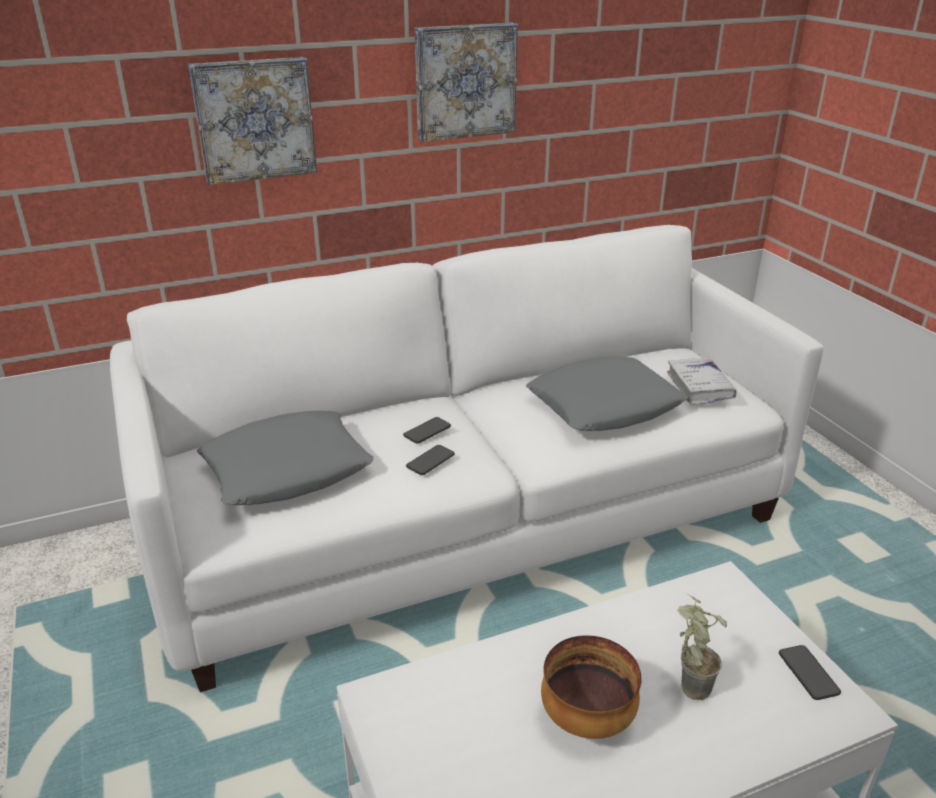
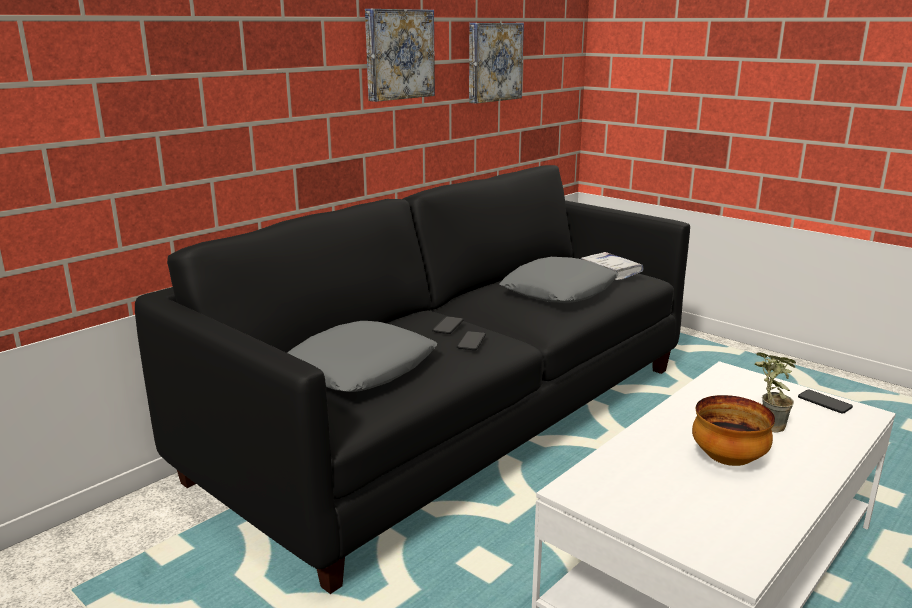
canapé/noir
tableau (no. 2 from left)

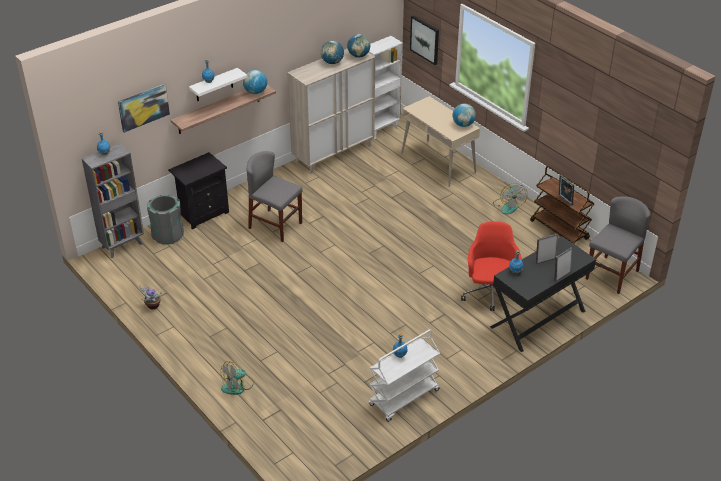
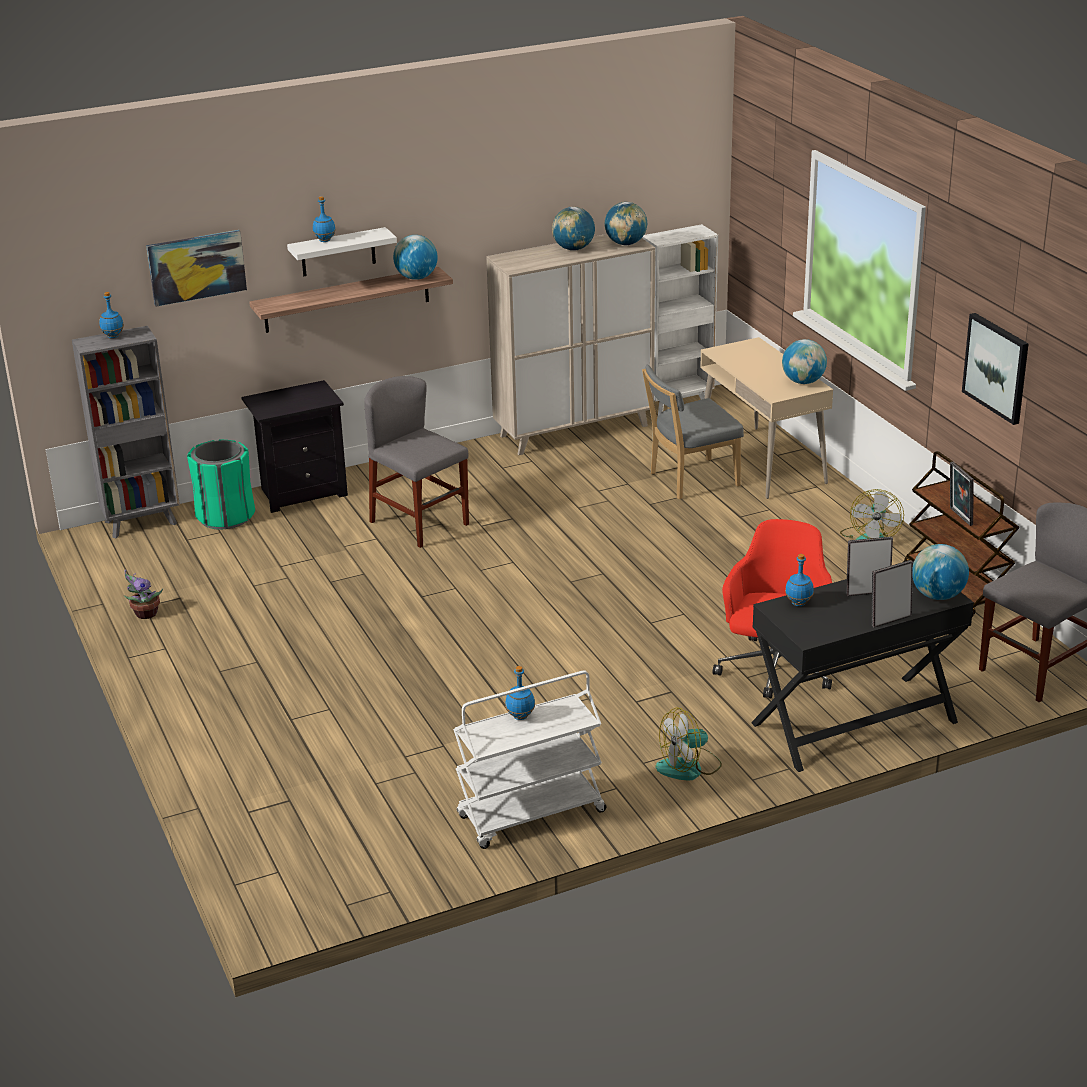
poubelle/vert
ventilateur (no. 1 from left)
tableau (no. 2 from left)
chaise/gris (no. 2 from left)
globe (no. 5 from left)

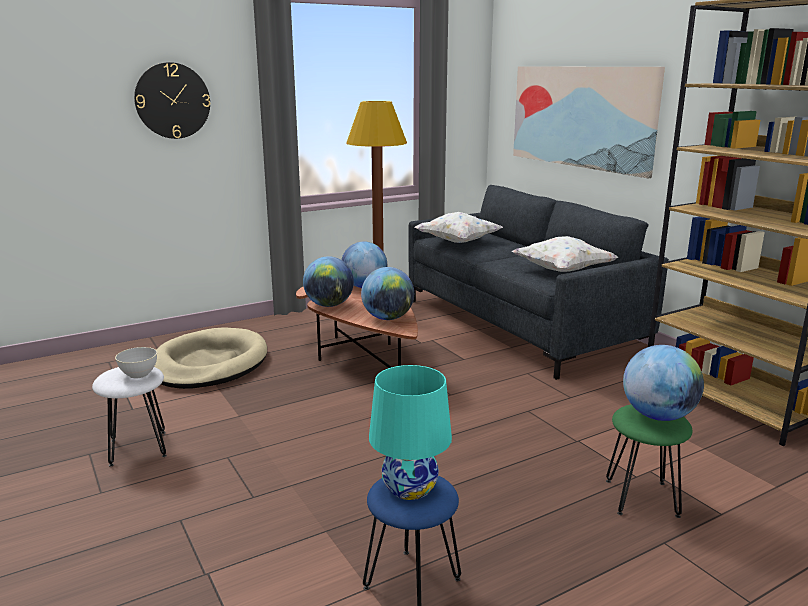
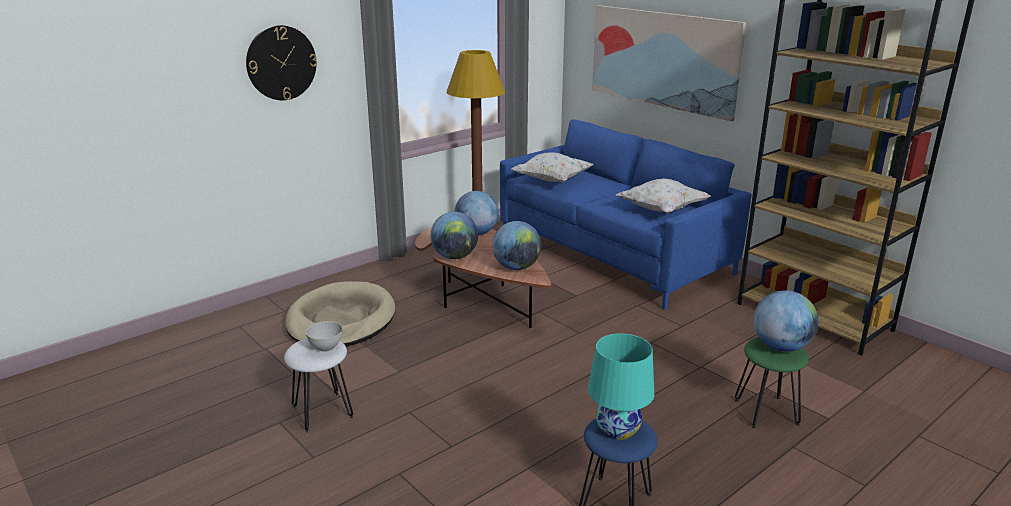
canapé/bleu

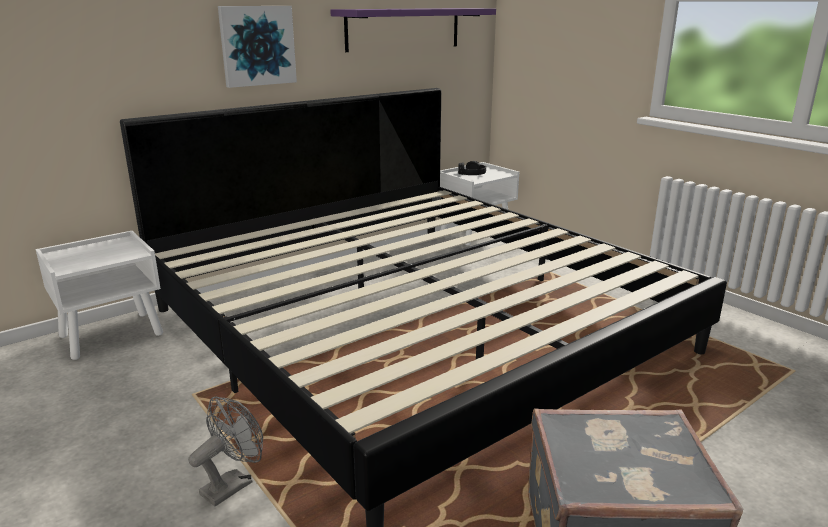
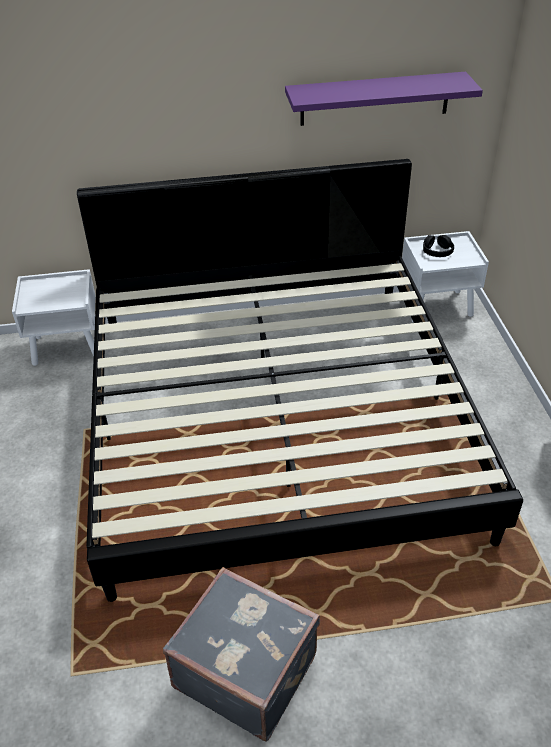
ventilateur/gris
tableau

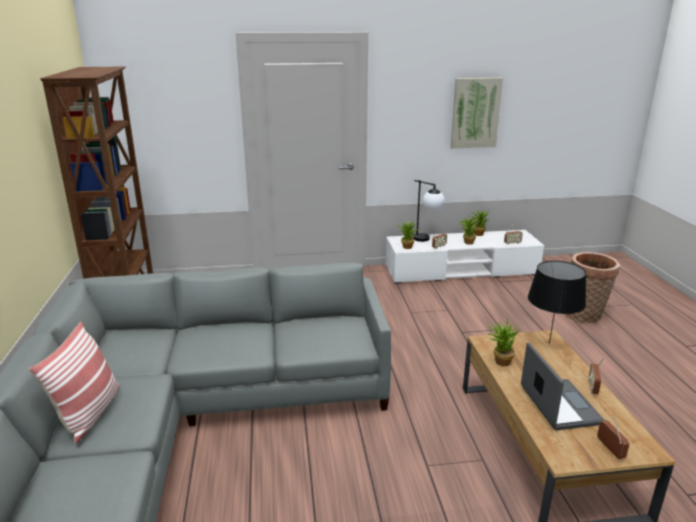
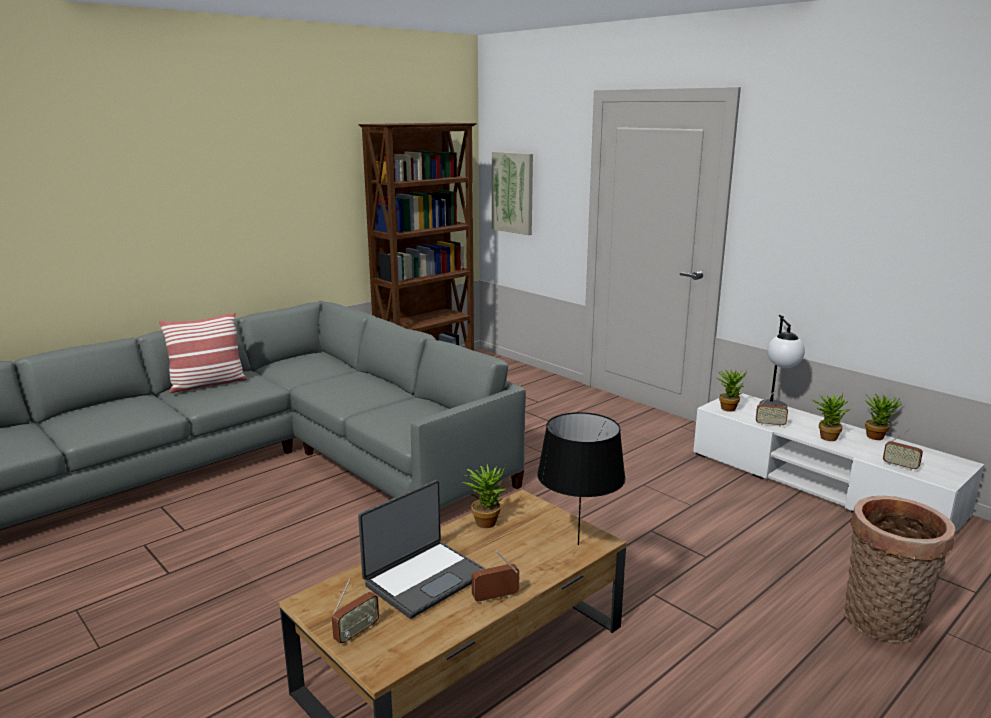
tableau

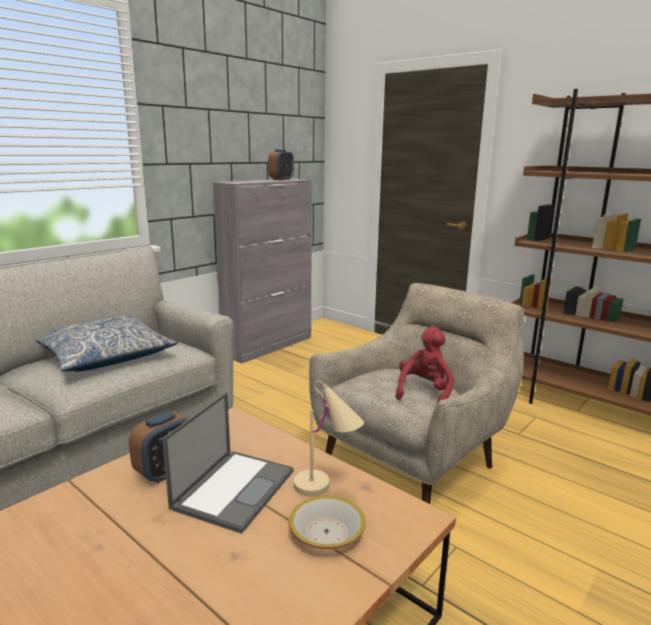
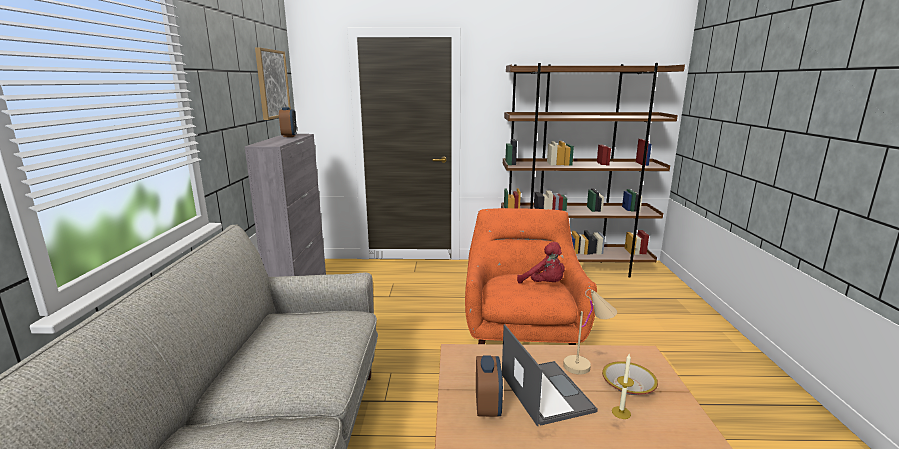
coussin
fauteuil/orange
peluche/rouge
tableau
bougie

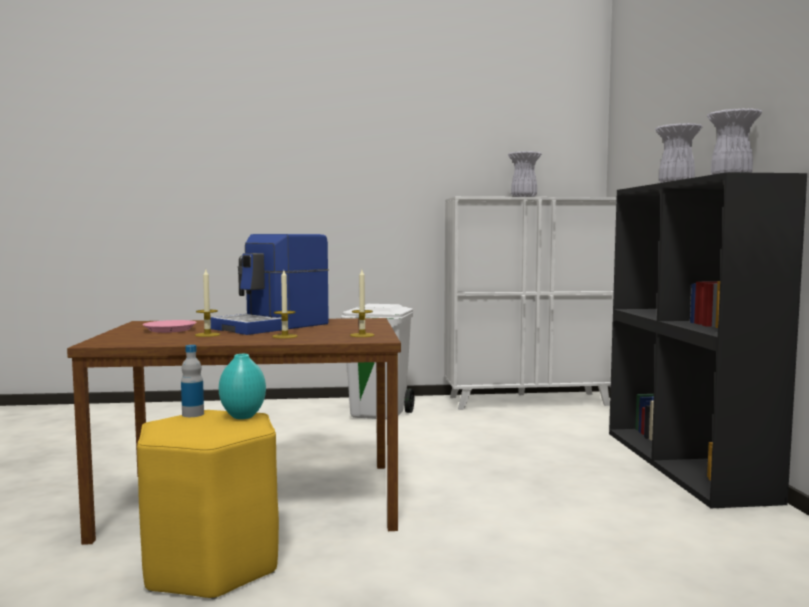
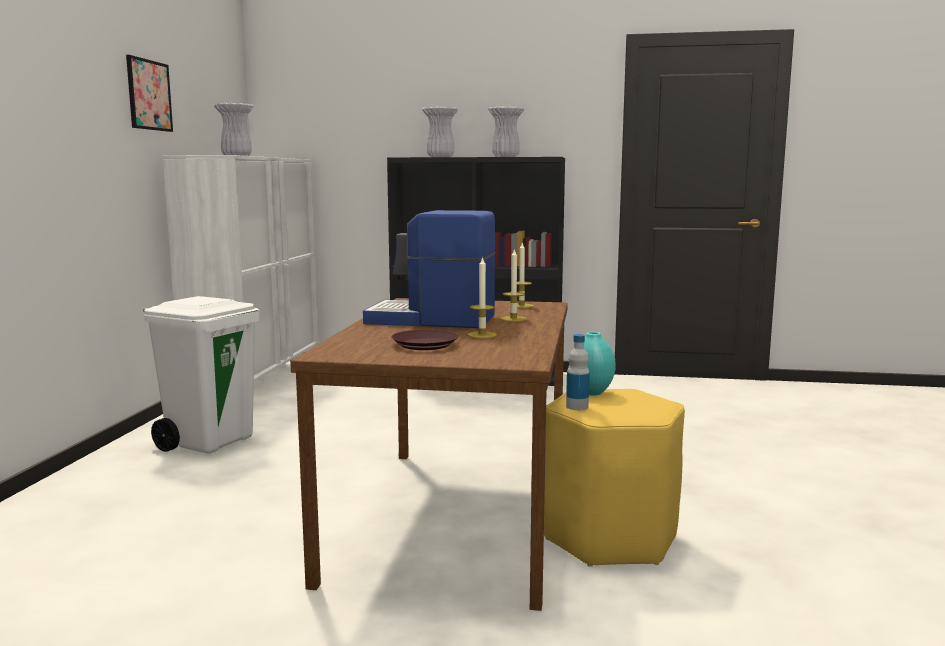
assiette/marron
machine à café
tableau

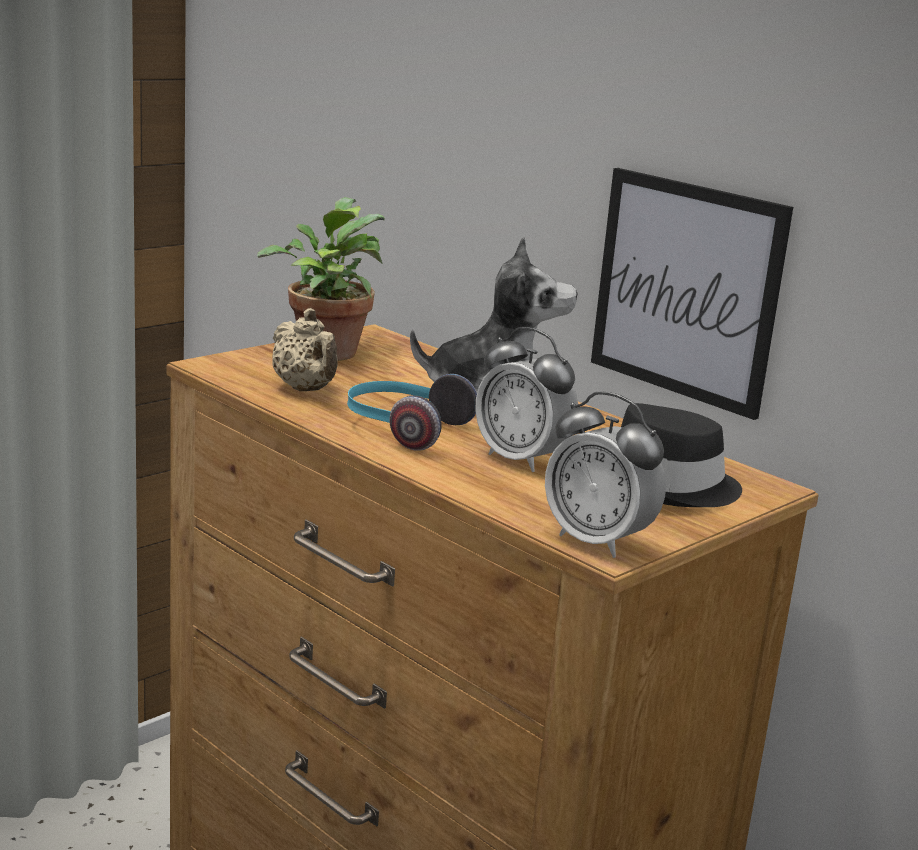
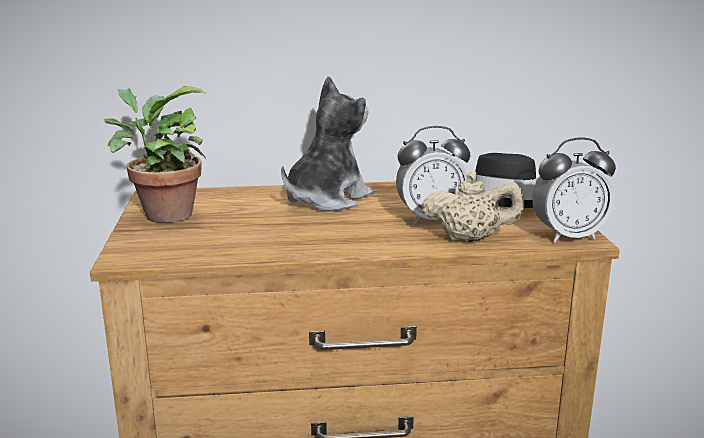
théière/beige
casque audio
tableau

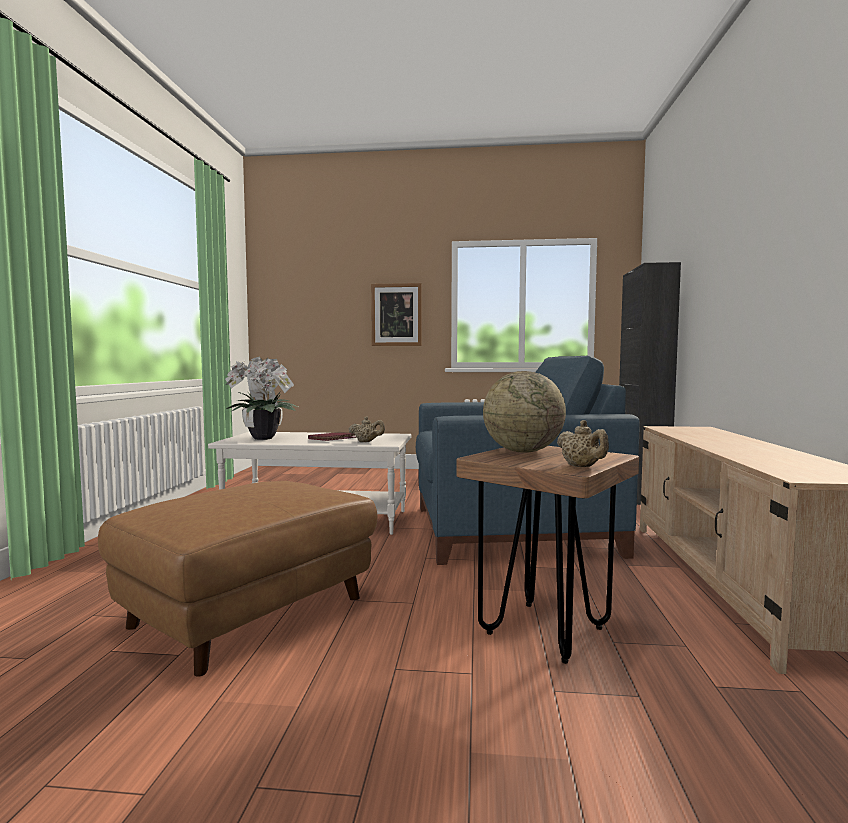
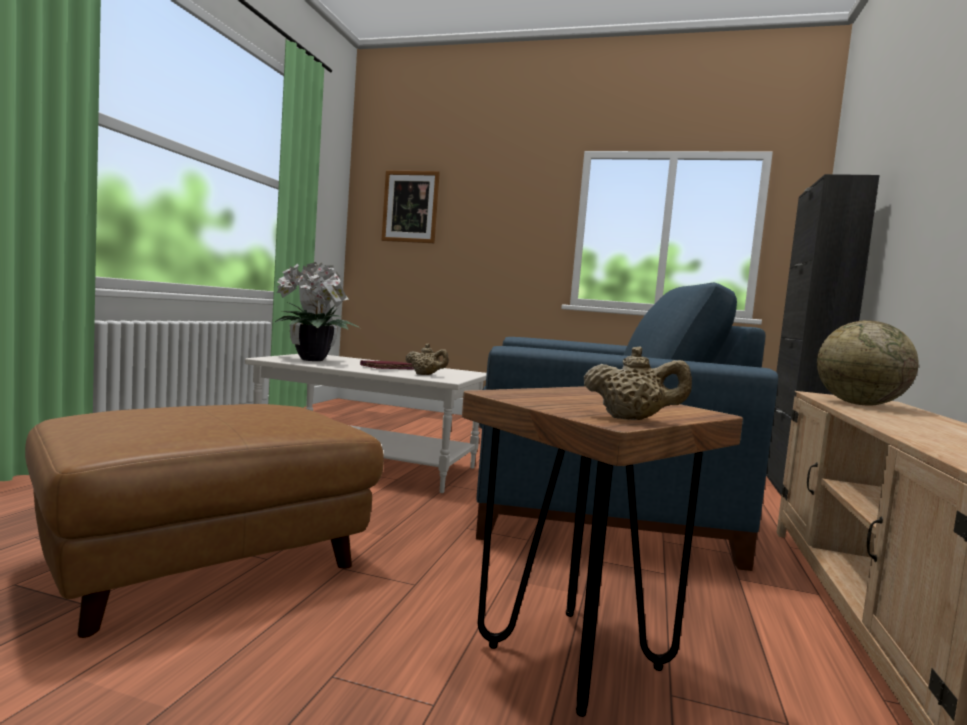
tableau
globe
théière/beige (no. 2 from left)

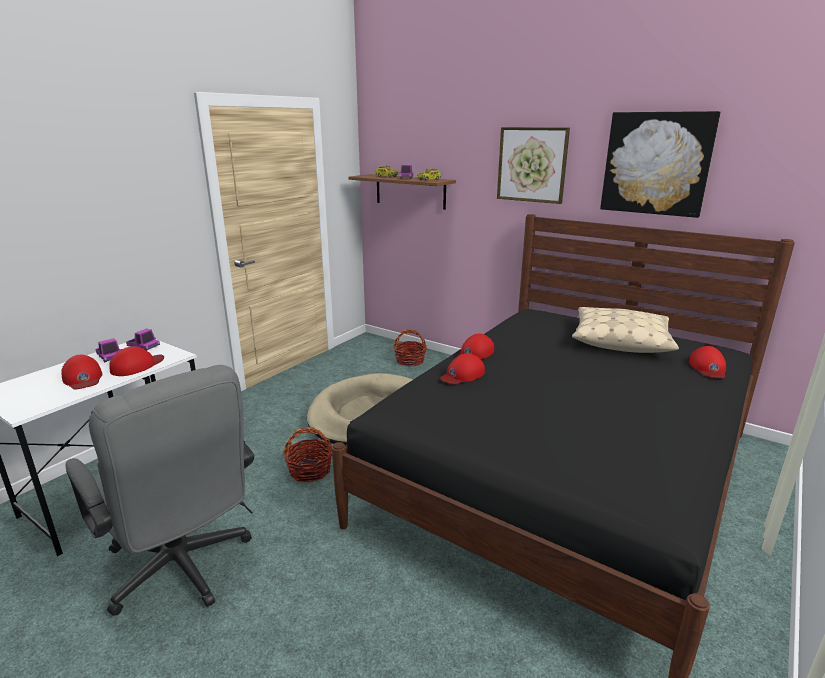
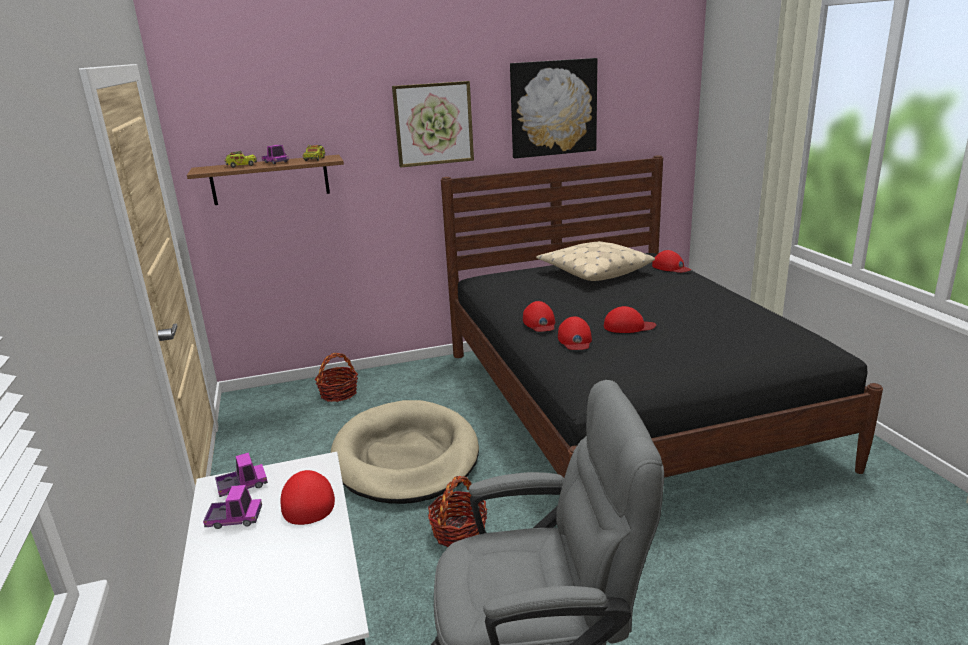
casquette/rouge (no. 4 from left)

